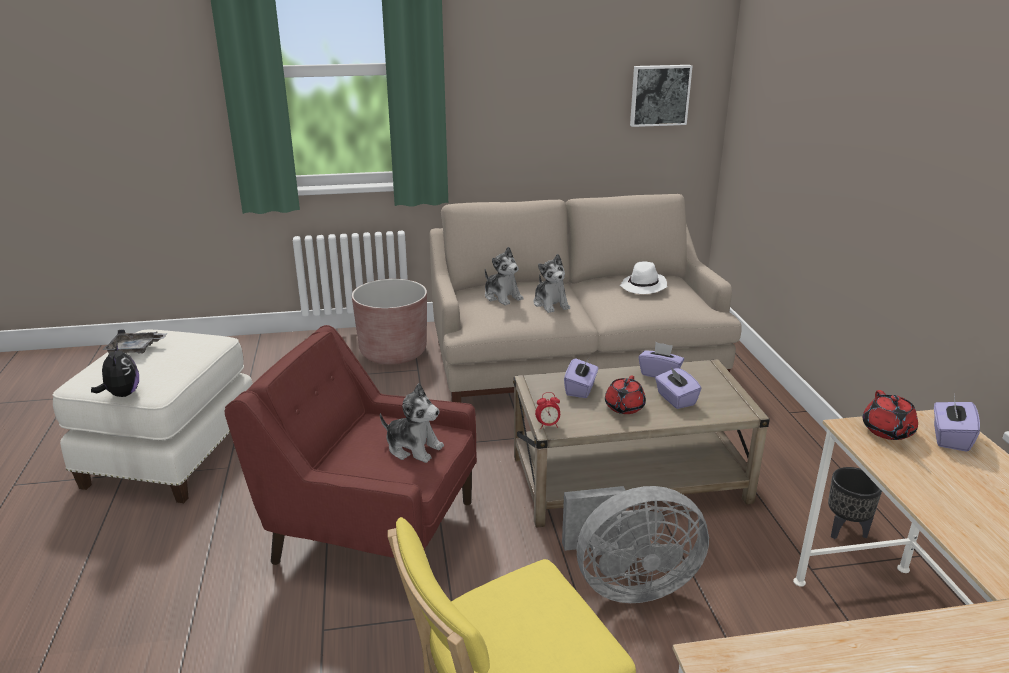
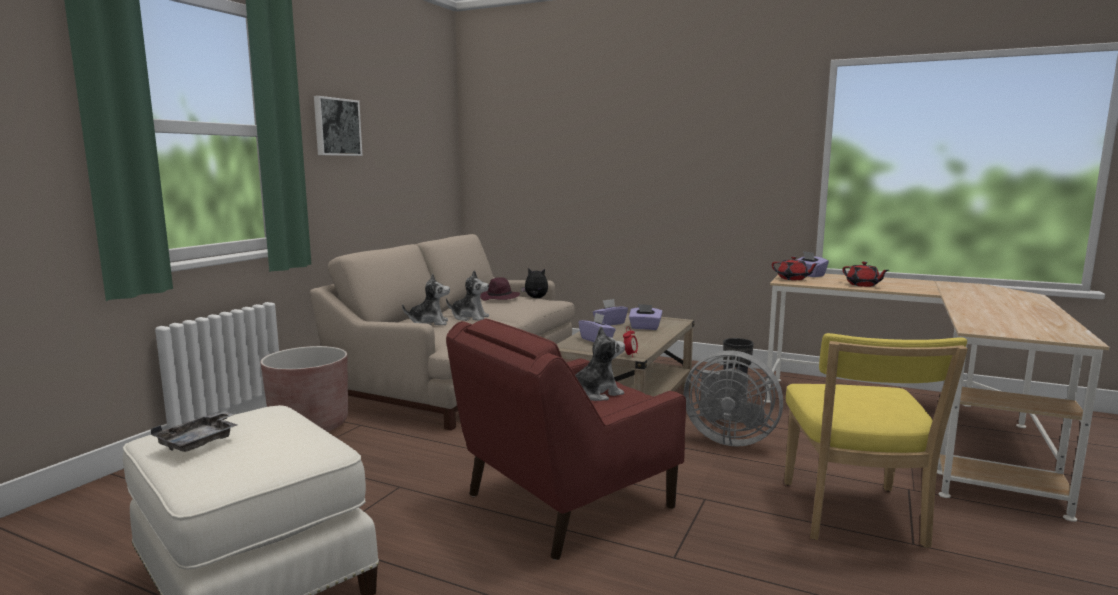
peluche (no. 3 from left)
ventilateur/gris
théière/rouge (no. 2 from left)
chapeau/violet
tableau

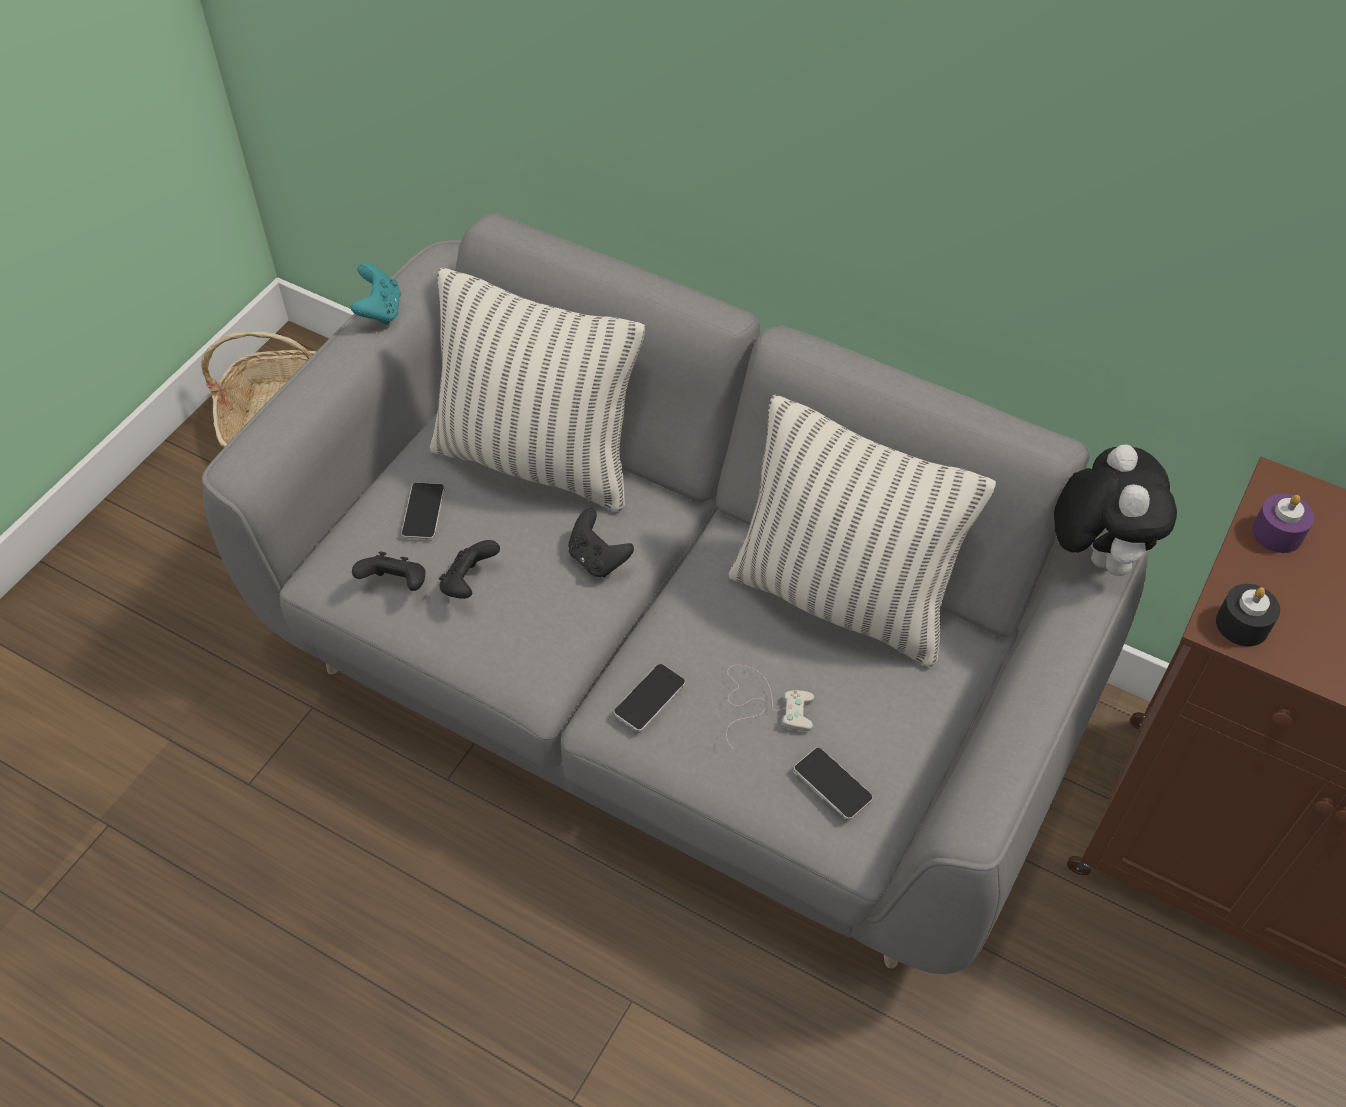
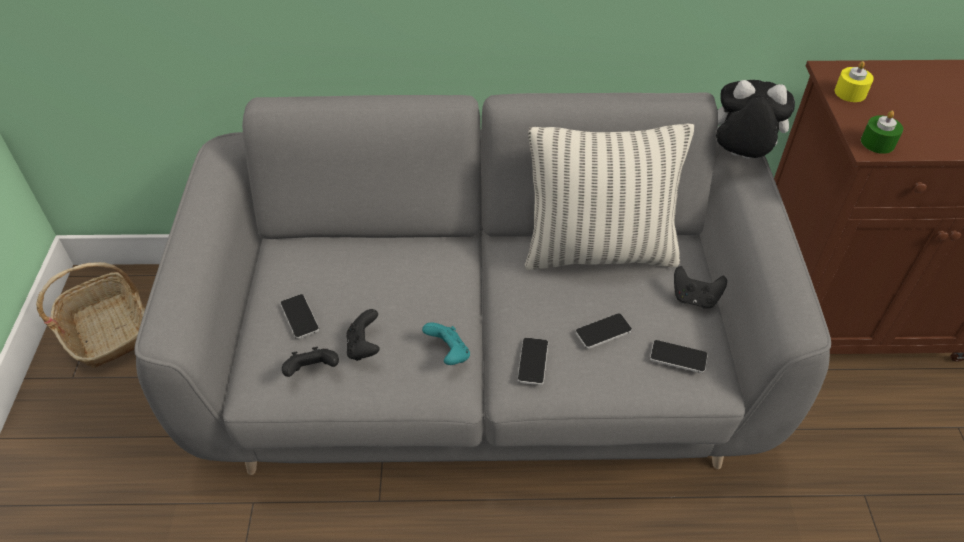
manette/turquoise
coussin (no. 1 from left in the first image)
manette/noir (no. 3 from left)
téléphone (no. 3 from left)
peluche
bougie/vert
bougie/jaune

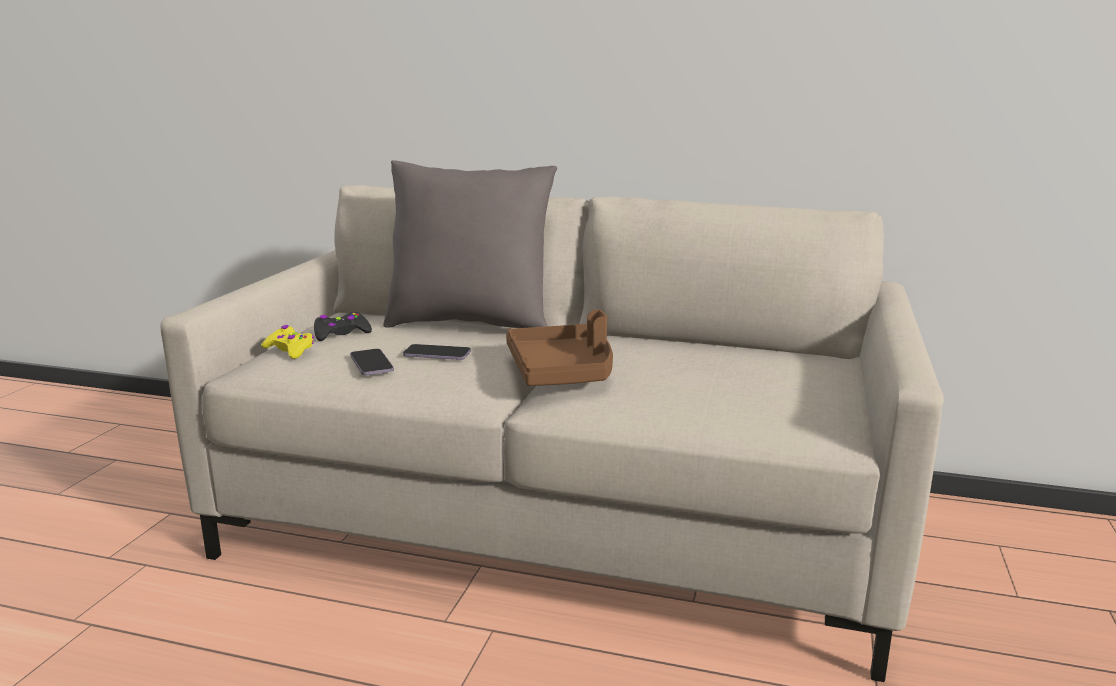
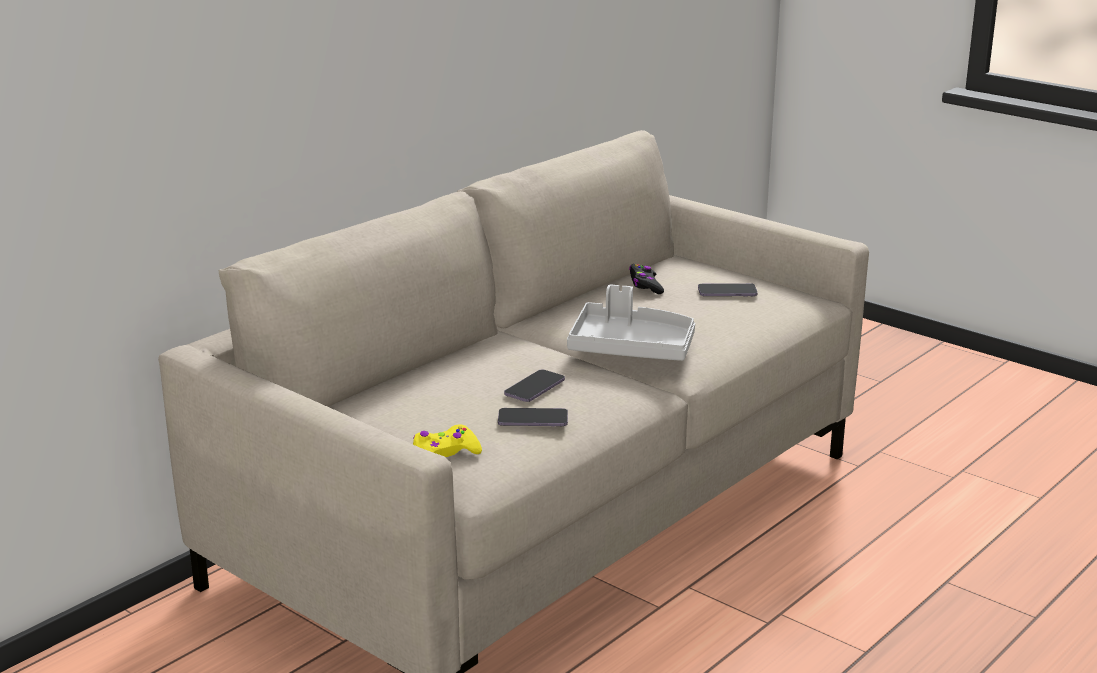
manette/noir
coussin/gris
plateau/gris
téléphone (no. 3 from left)

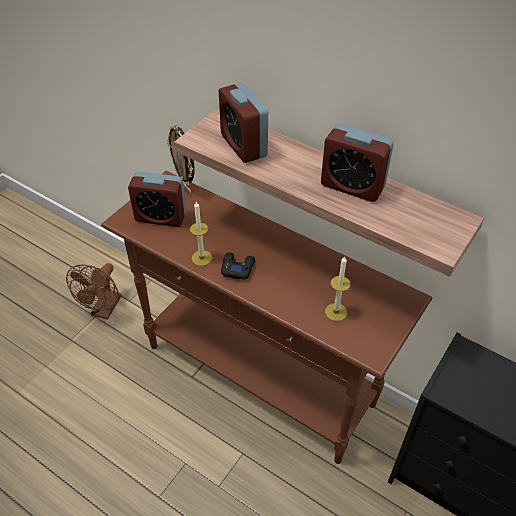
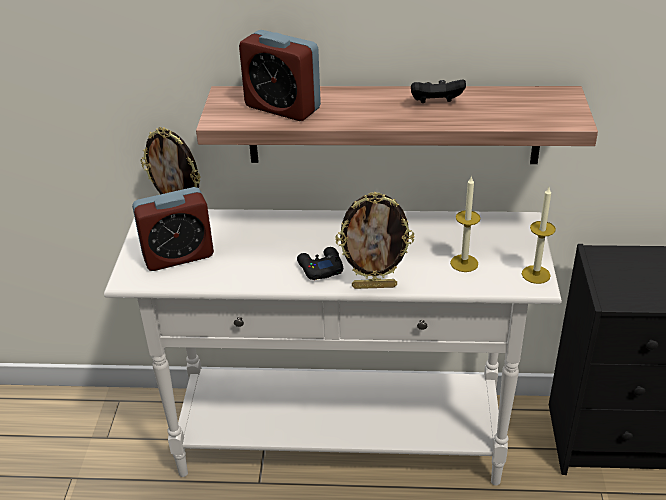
ventilateur/marron
table console/blanc
bougie (no. 2 from left)
manette/noir (no. 2 from left)
cadre photo (no. 2 from left)

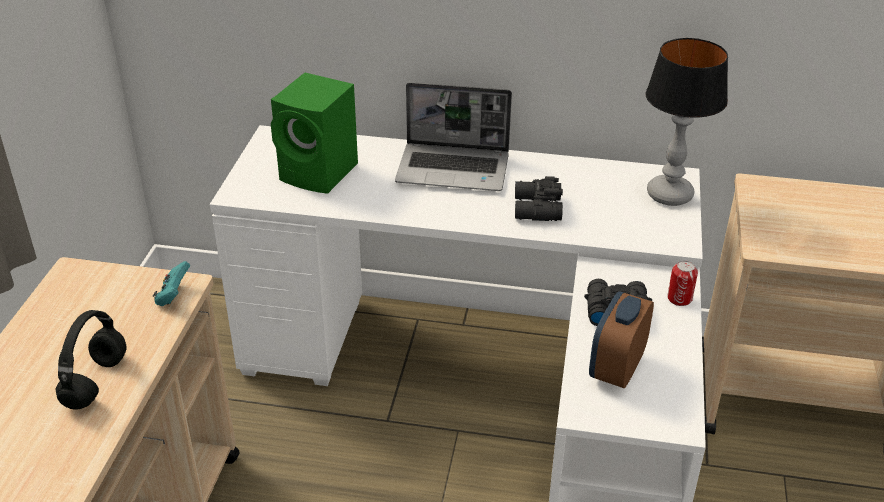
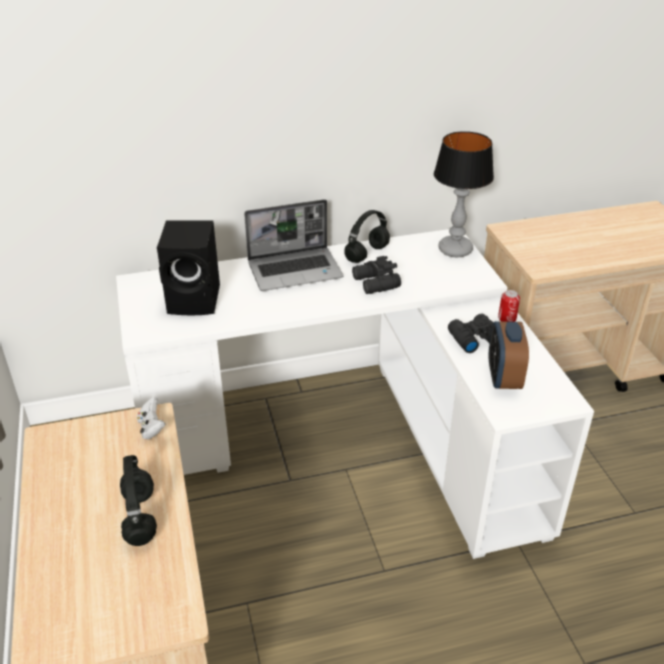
manette/blanc
enceinte/noir
casque audio/noir (no. 2 from left)

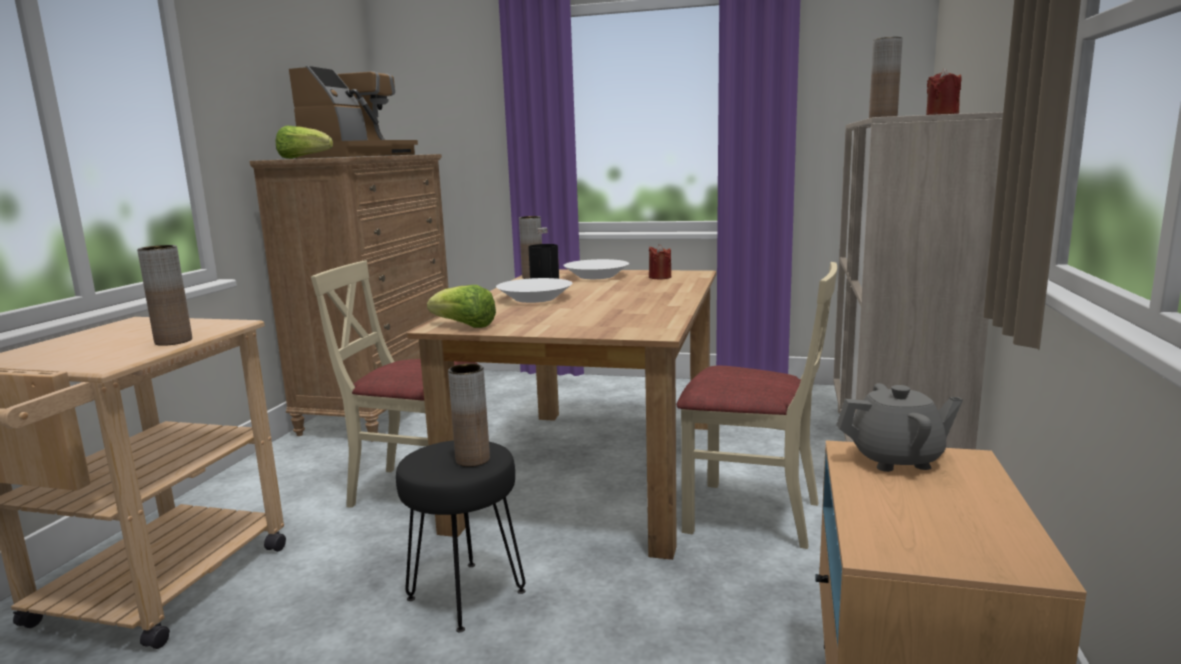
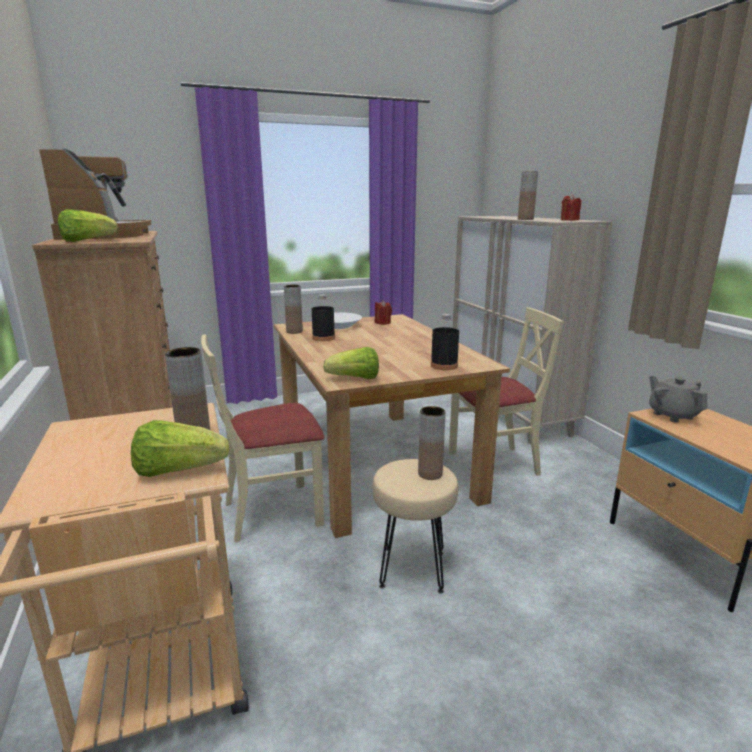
tabouret/beige
bol/blanc (no. 1 from left in the first image)
théière/gris
laitue (no. 2 from left)
bouteille/noir (no. 2 from left)

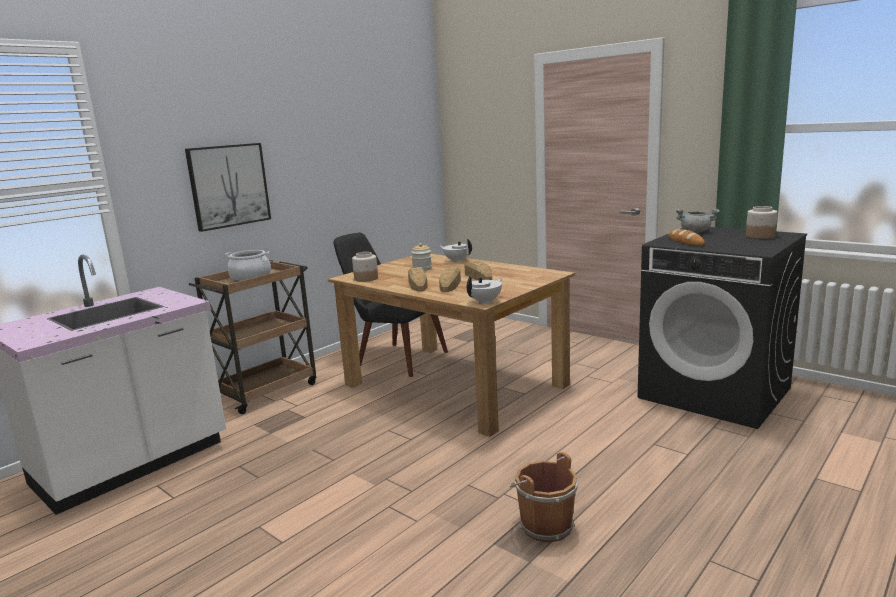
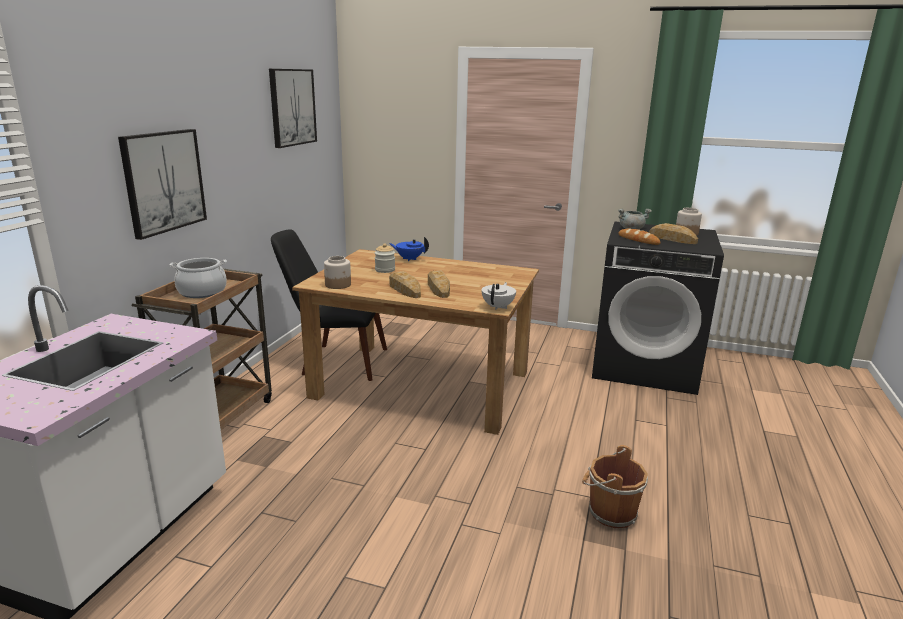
théière/bleu
pain (no. 4 from left)
tableau (no. 2 from left)

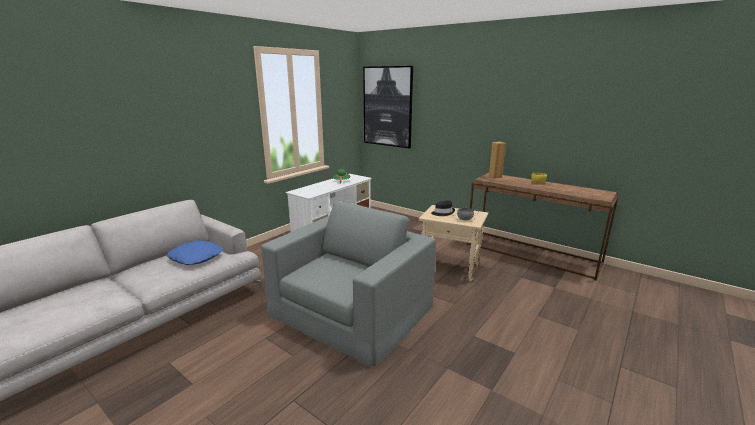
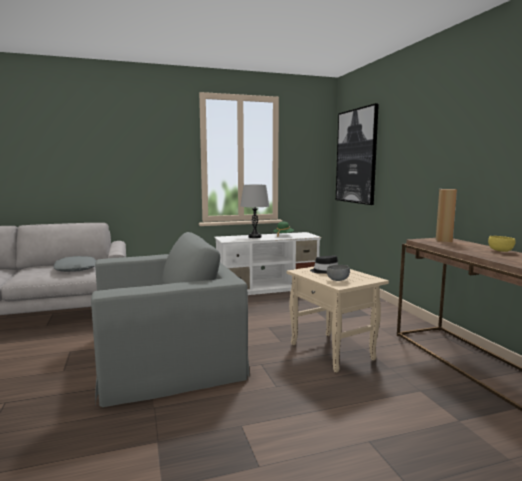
coussin/gris
lampe de table/gris

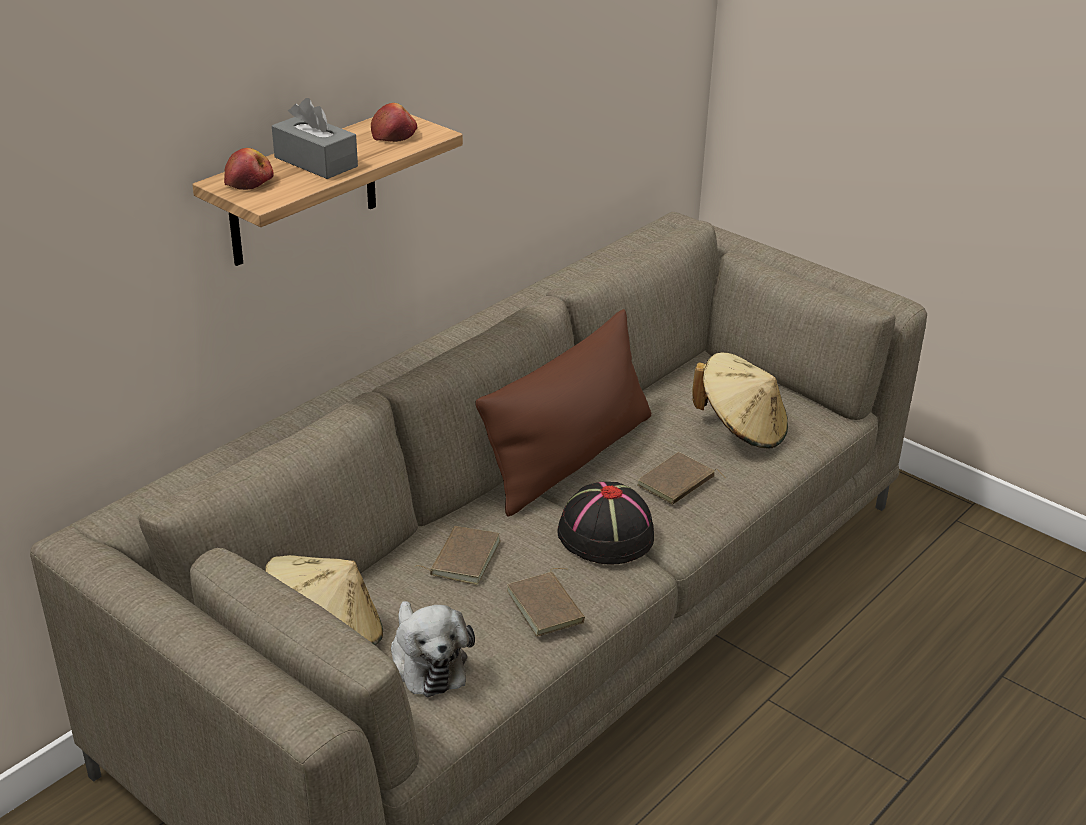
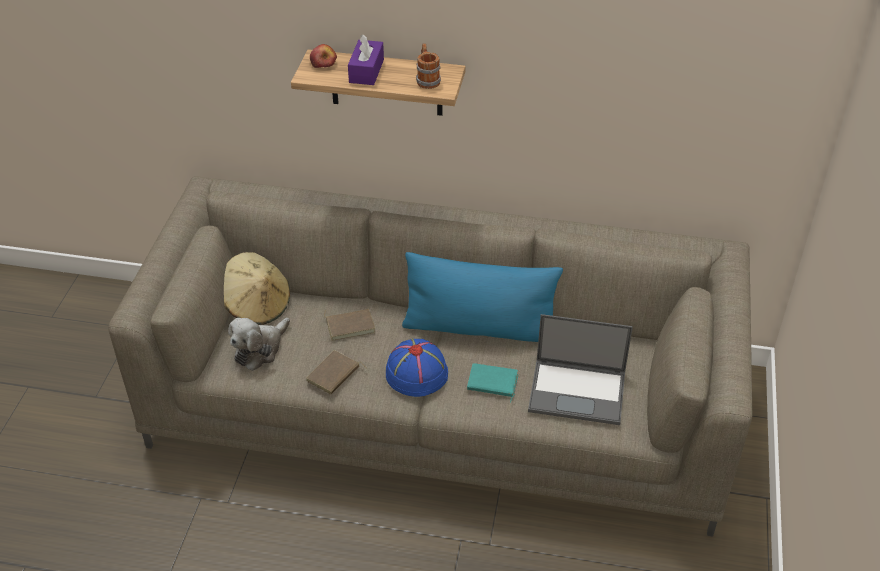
boîte à mouchoirs/violet
mug
coussin/bleu
chapeau/bleu
livre/turquoise
ordinateur portable

